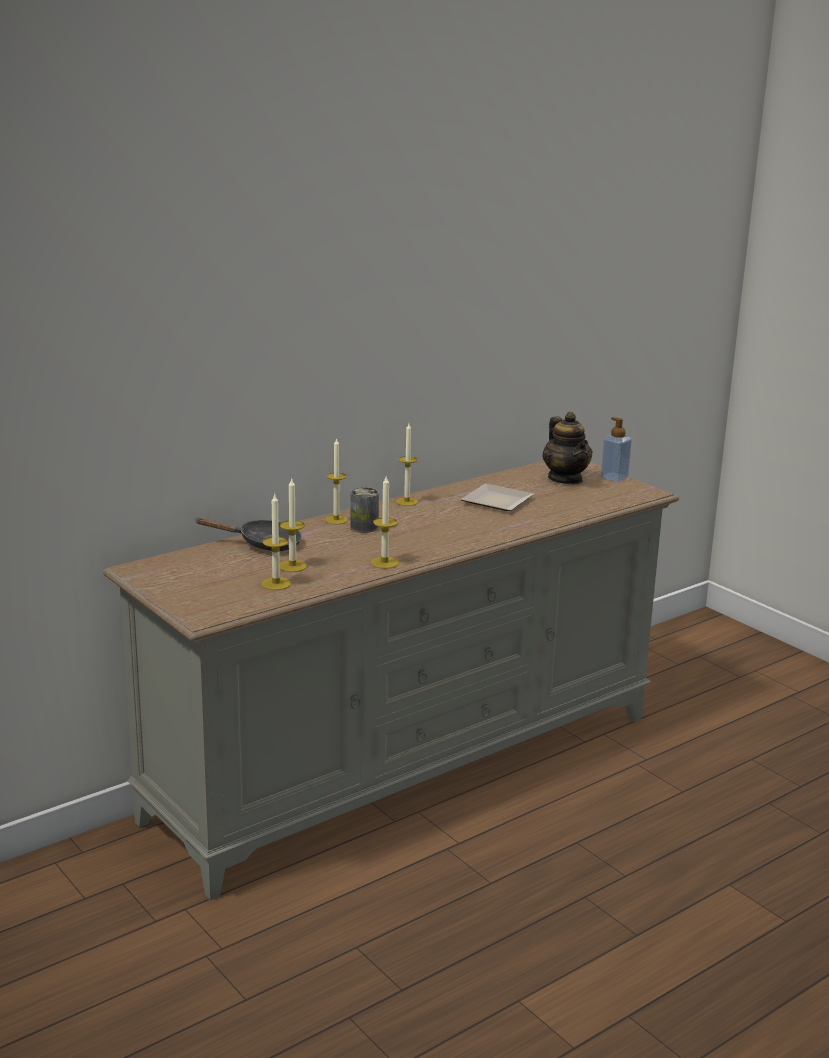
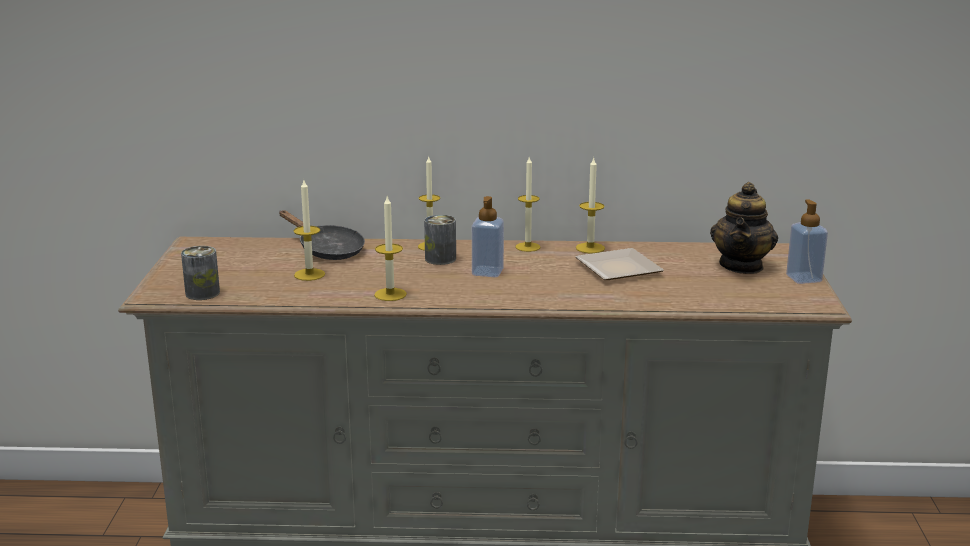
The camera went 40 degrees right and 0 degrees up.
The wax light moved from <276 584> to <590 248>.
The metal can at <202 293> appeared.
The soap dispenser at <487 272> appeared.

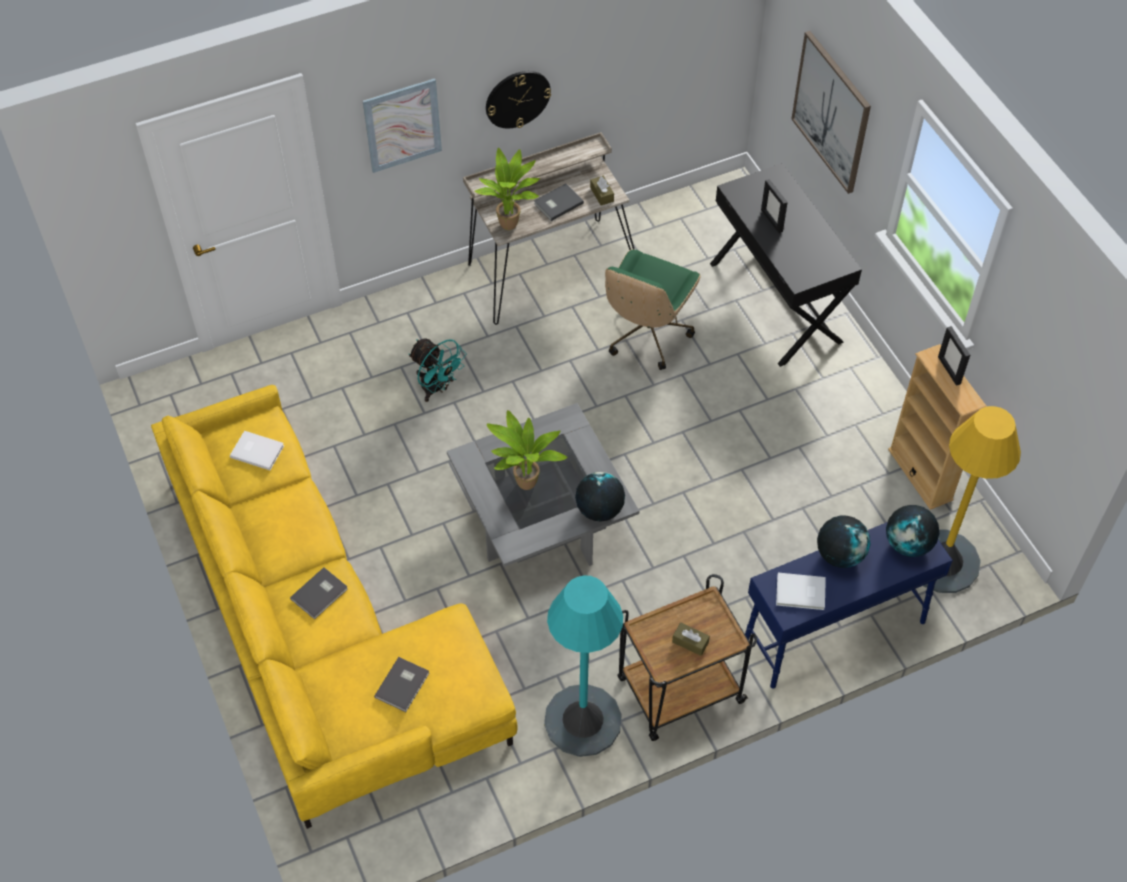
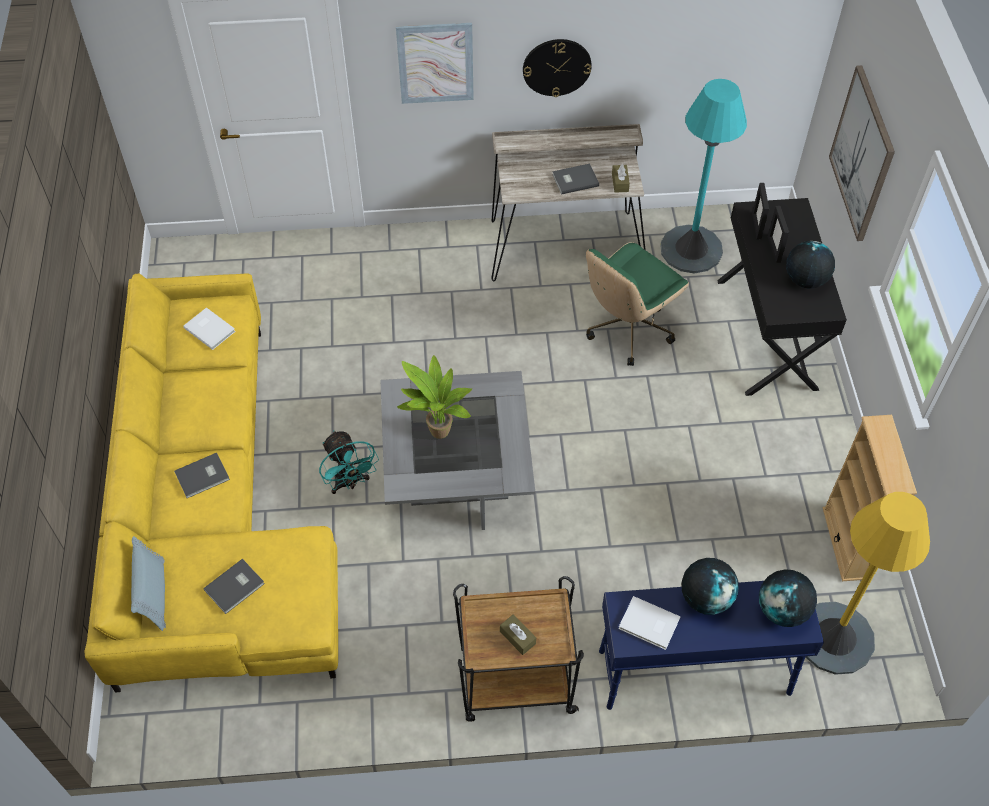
The camera went 20 degrees right and 0 degrees up.
The fan (turquoise) moved from <437 388> to <349 483>.
The houseplant at <511 226> disappeared.
The floor lamp (turquoise) moved from <582 720> to <691 249>.
The globe moved from <599 510> to <805 280>.
The photo frame moved from <950 370> to <757 226>.
The cushion (blue-coloured) at <154 595> appeared.

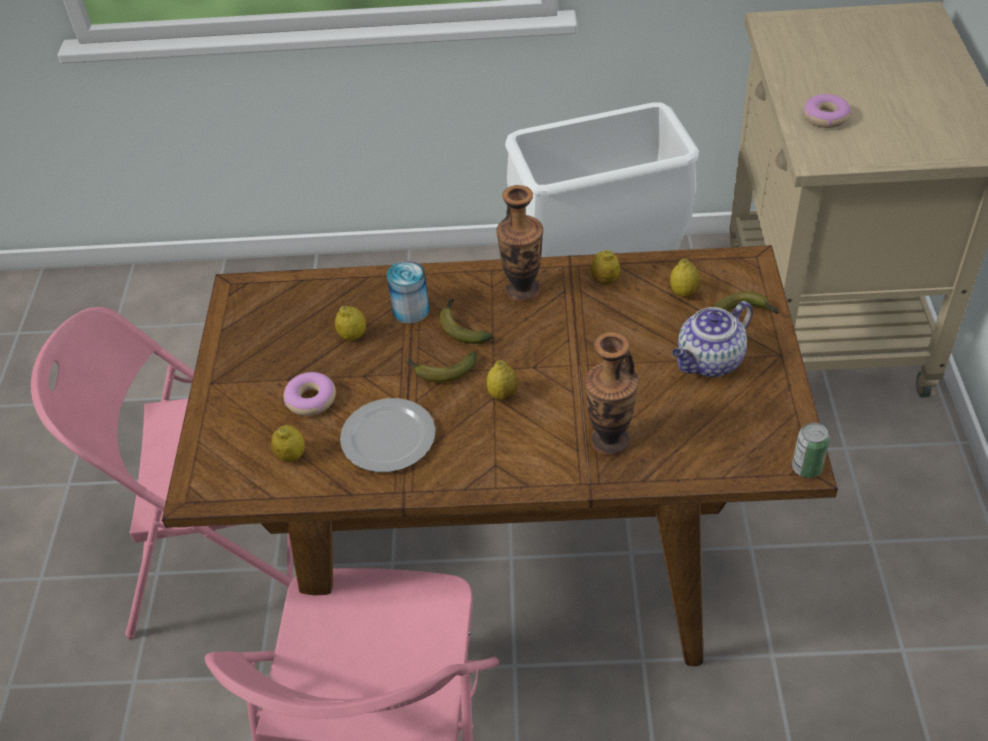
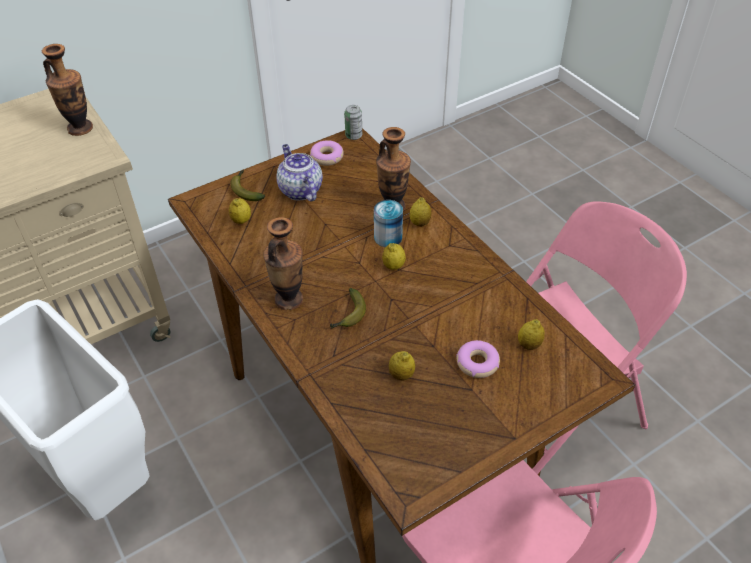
The camera went 125 degrees left and 0 degrees up.
The flat dish at <387 439> disappeared.
The metal can moved from <411 310> to <388 237>.
The banana at <441 371> disappeared.
The citrus fruit moved from <604 280> to <420 223>.
The teapot at <709 362> turned 135 degrees counterclockwise.
The ring doughnut moved from <825 117> to <327 157>.
The decorative vase at <80 128> appeared.

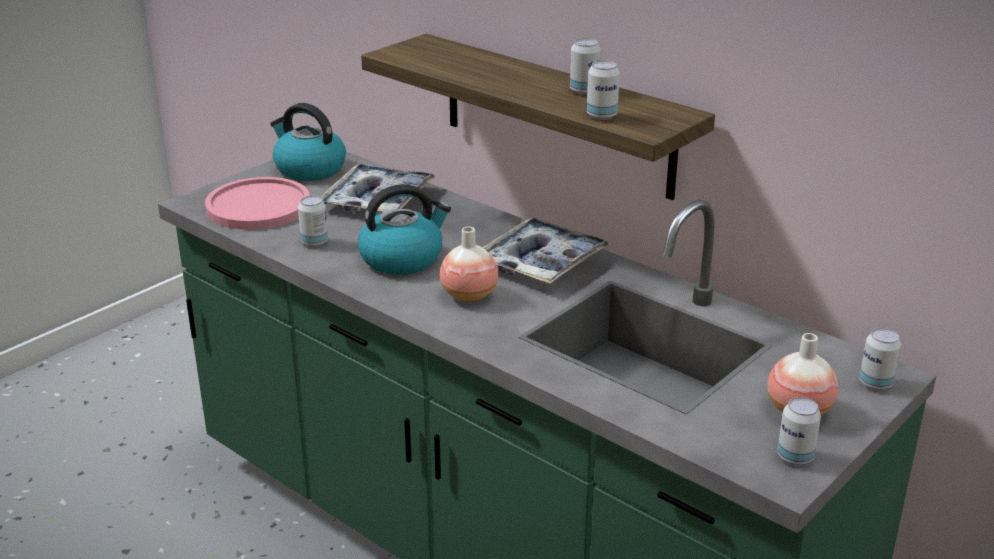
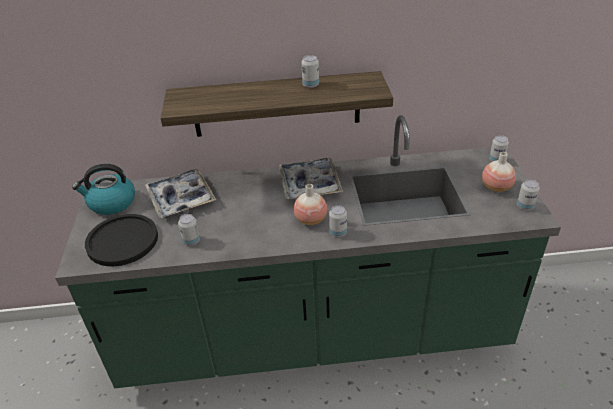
The camera went 45 degrees left and 10 degrees up.
The flat dish (pink) at <258 206> became the flat dish (black) at <122 241>.
The kettle at <402 258> disappeared.
The metal can moved from <601 116> to <338 232>.

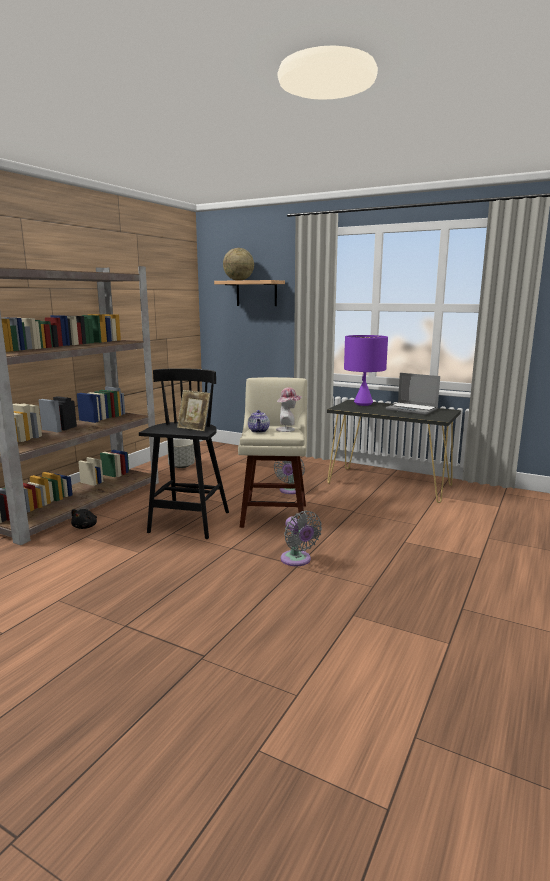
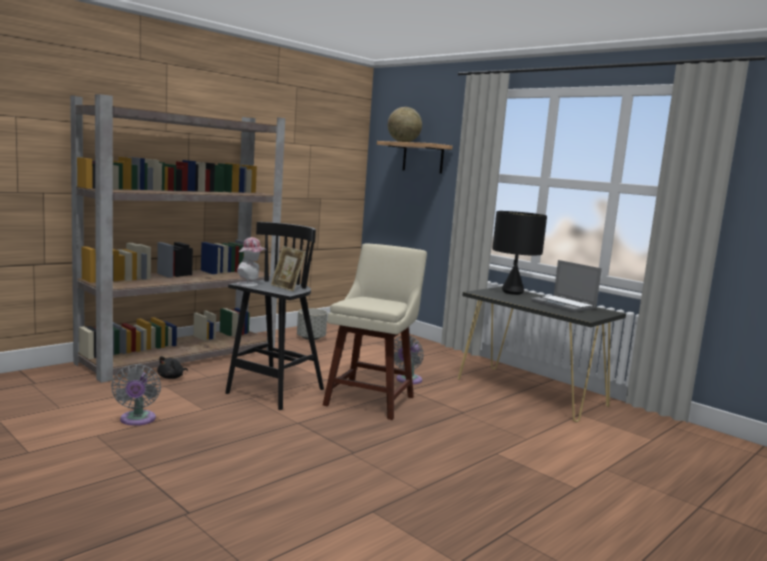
The camera went 15 degrees right and 5 degrees down.
The teapot at <259 431> disappeared.
The wearable hat moved from <288 429> to <250 284>.
The fan (gray) moved from <297 560> to <137 420>.
The lamp for a table (purple-coloured) at <363 404> became the lamp for a table (black) at <512 292>.

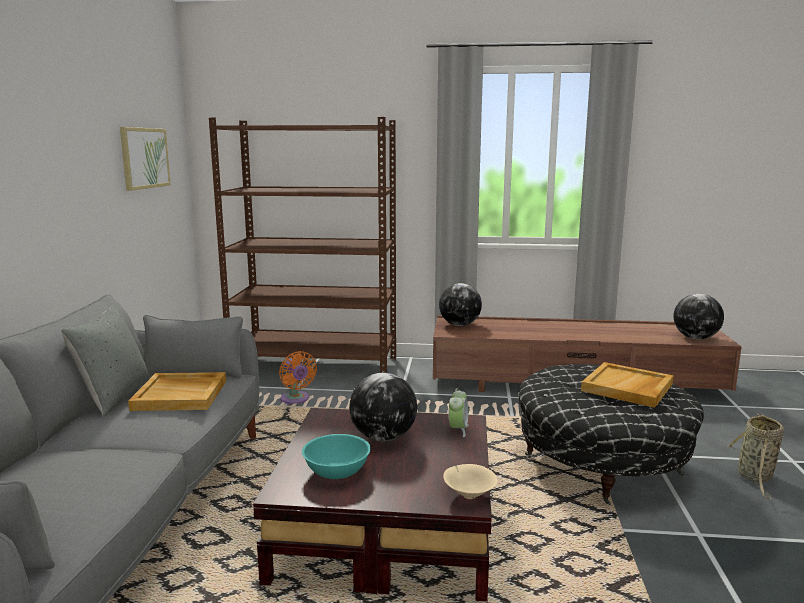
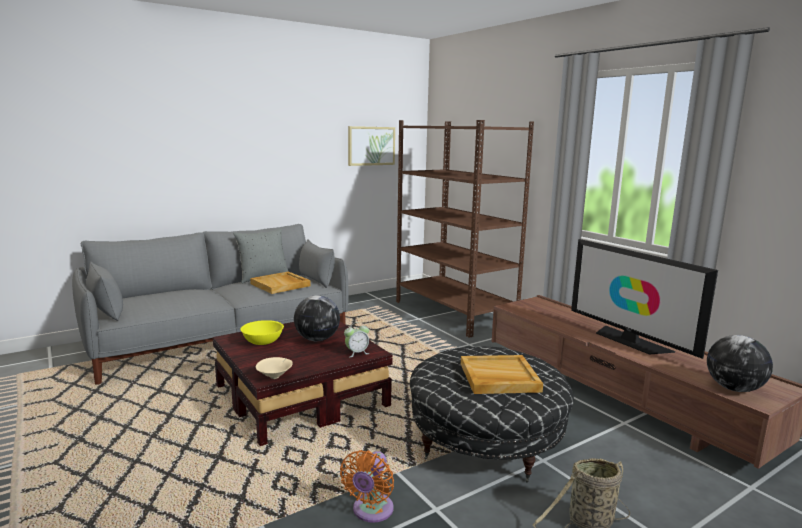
The camera went 50 degrees right and 0 degrees up.
The fan (orange-coloured) moved from <296 399> to <371 511>.
The serving bowl (turquoise) at <336 472> became the serving bowl (yellow-coloured) at <262 342>.
The globe at <459 325> disappeared.
The television at <630 341> appeared.

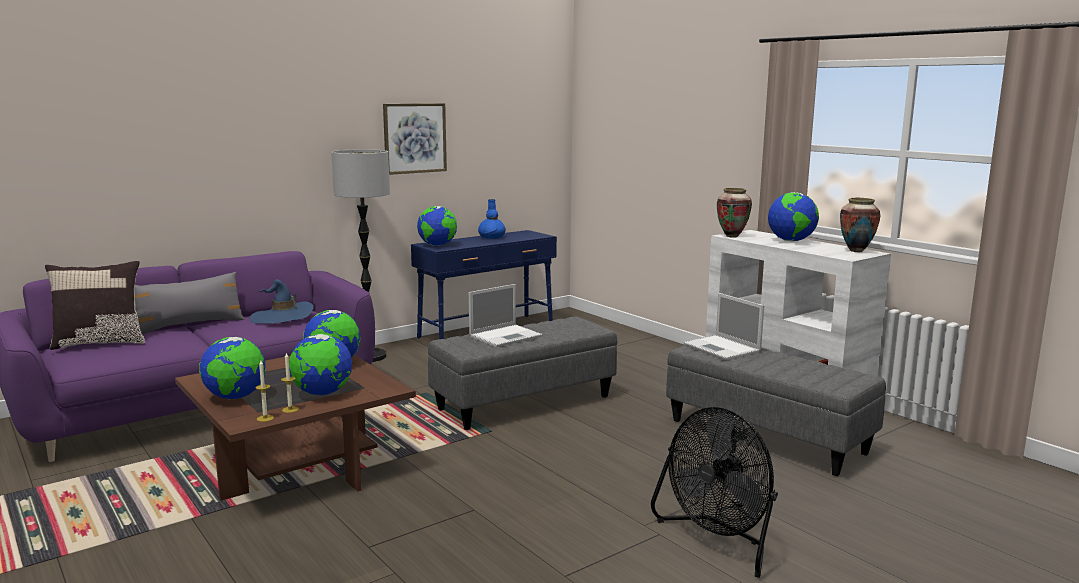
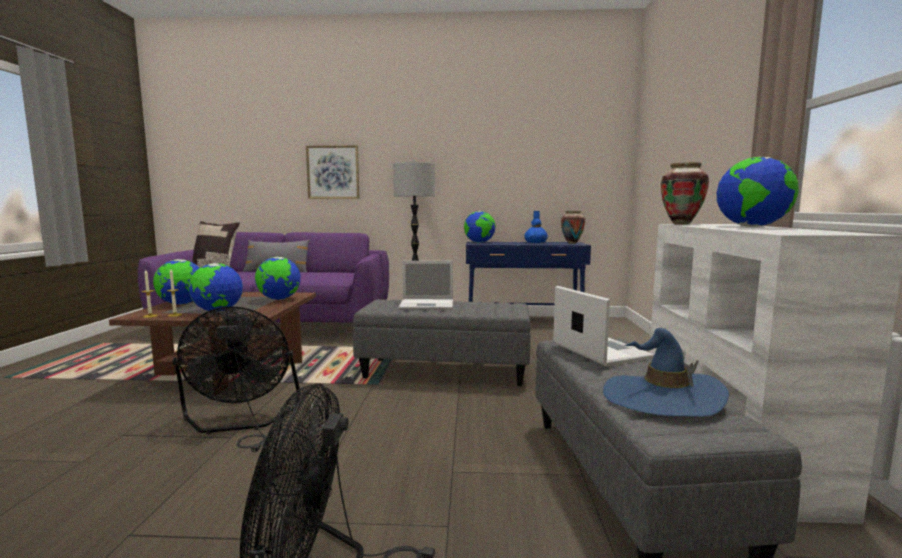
The camera went 40 degrees right and 5 degrees down.
The wearable hat (blue-coloured) moved from <282 317> to <662 398>.
The wall picture moved from <414 138> to <333 172>.
The laptop at <723 348> turned 150 degrees clockwise.
The decorative vase moved from <856 251> to <571 243>.
The fan (black) at <241 423> appeared.

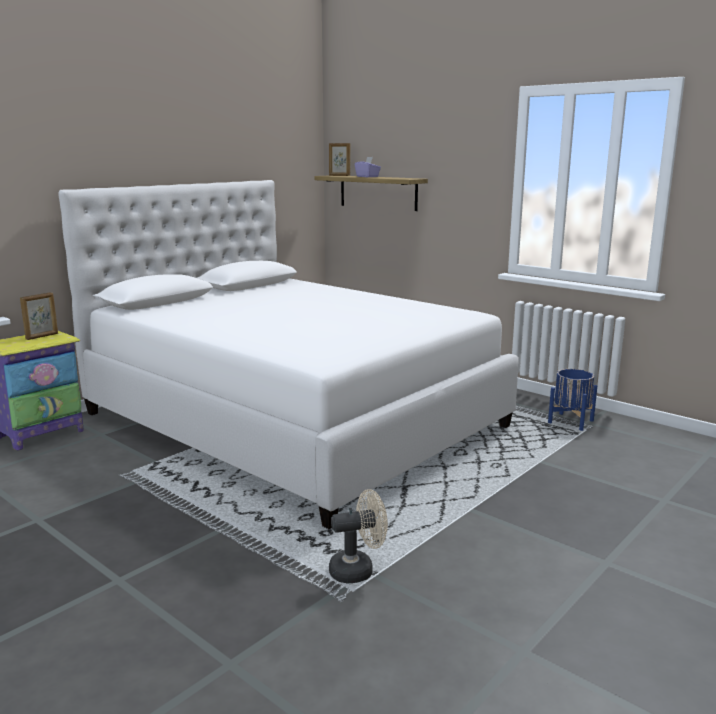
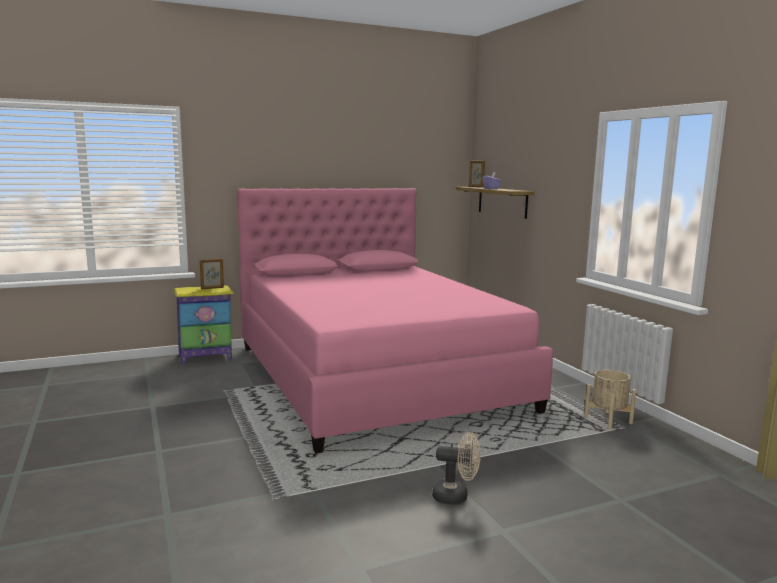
The camera went 25 degrees right and 5 degrees down.
The sleeping bed (white) at <293 419> became the sleeping bed (pink) at <374 376>.
The fan (sand-coloured) moved from <358 570> to <456 496>.
The plant pot (blue-coloured) at <570 422> became the plant pot (sand-coloured) at <607 420>.

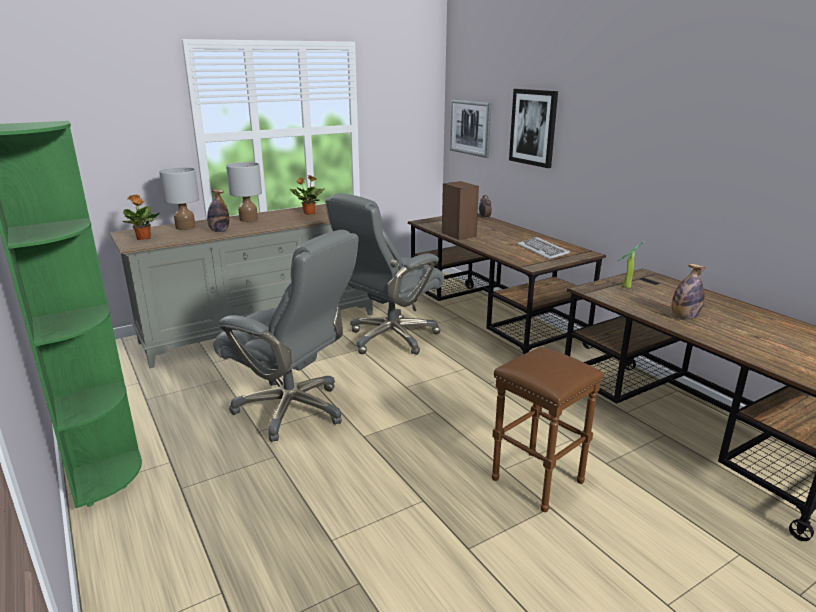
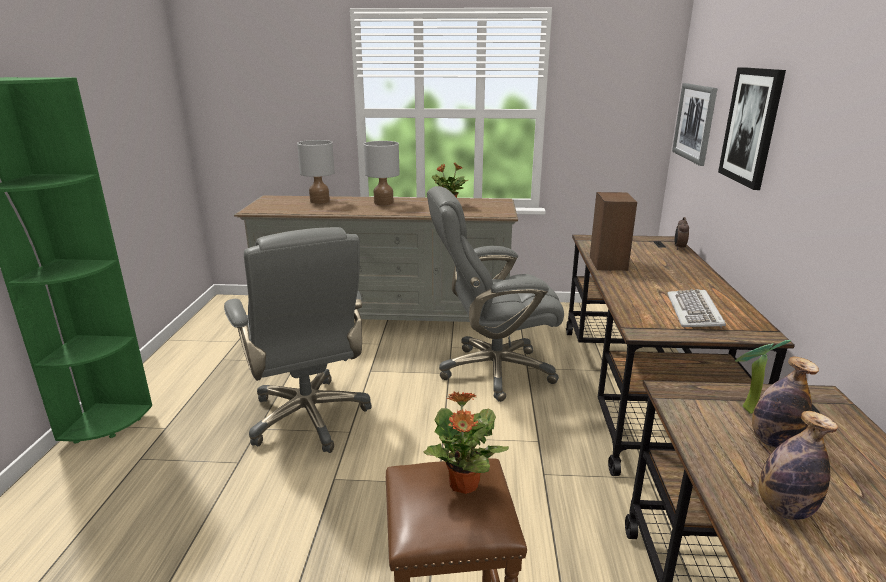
The camera went 35 degrees right and 0 degrees up.
The houseplant moved from <143 238> to <463 485>.
The drink bottle moved from <219 231> to <773 441>.

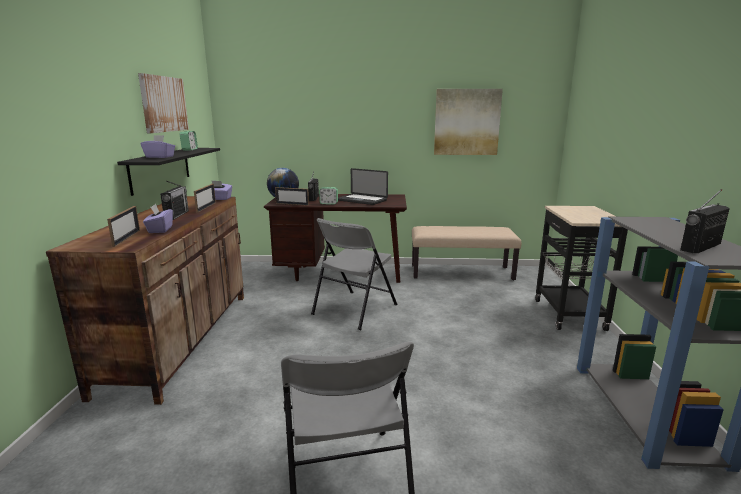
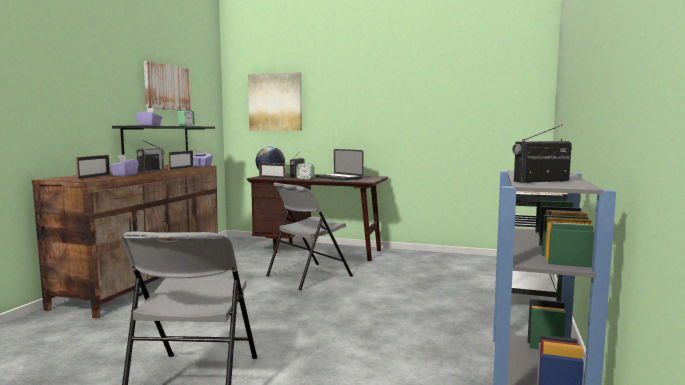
The camera went 15 degrees right and 10 degrees down.
The long seat (sand-coloured) at <461 272> disappeared.
The wall picture moved from <466 122> to <275 102>.

